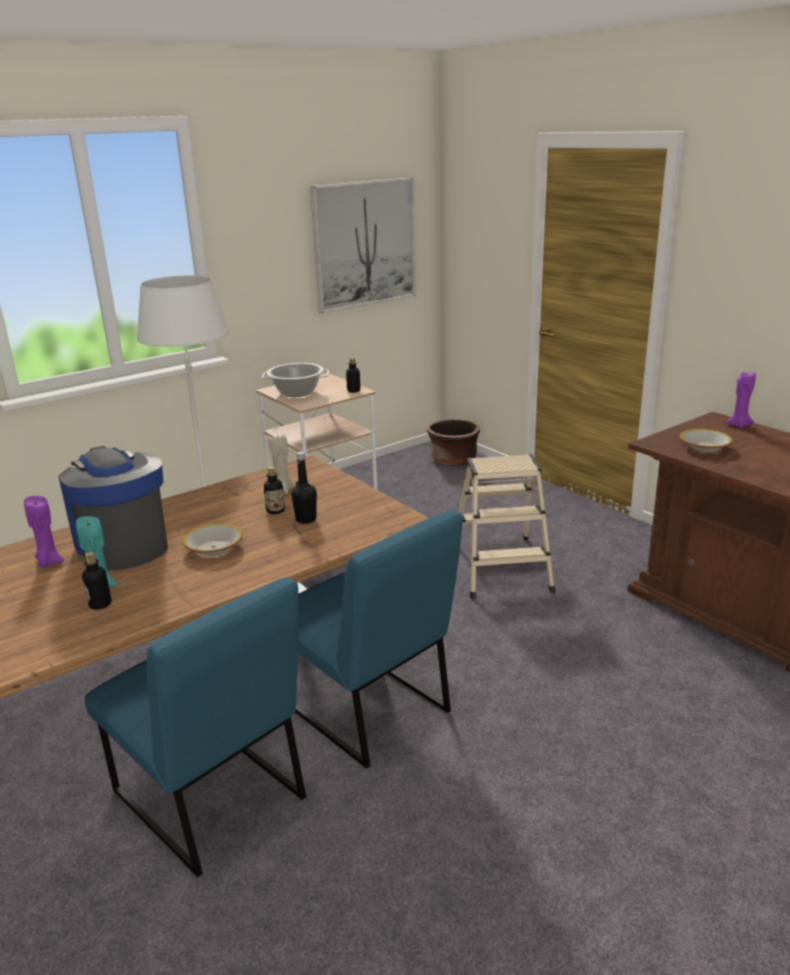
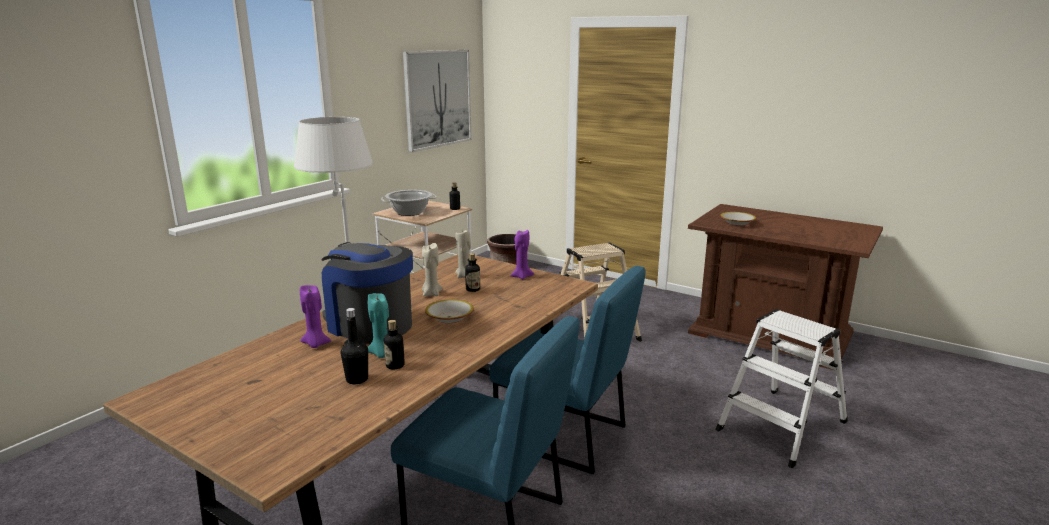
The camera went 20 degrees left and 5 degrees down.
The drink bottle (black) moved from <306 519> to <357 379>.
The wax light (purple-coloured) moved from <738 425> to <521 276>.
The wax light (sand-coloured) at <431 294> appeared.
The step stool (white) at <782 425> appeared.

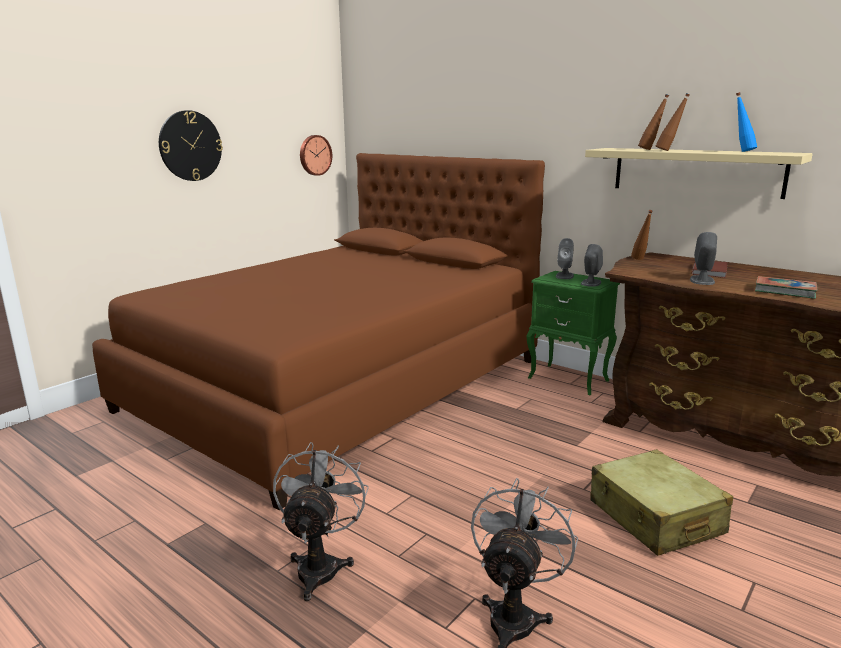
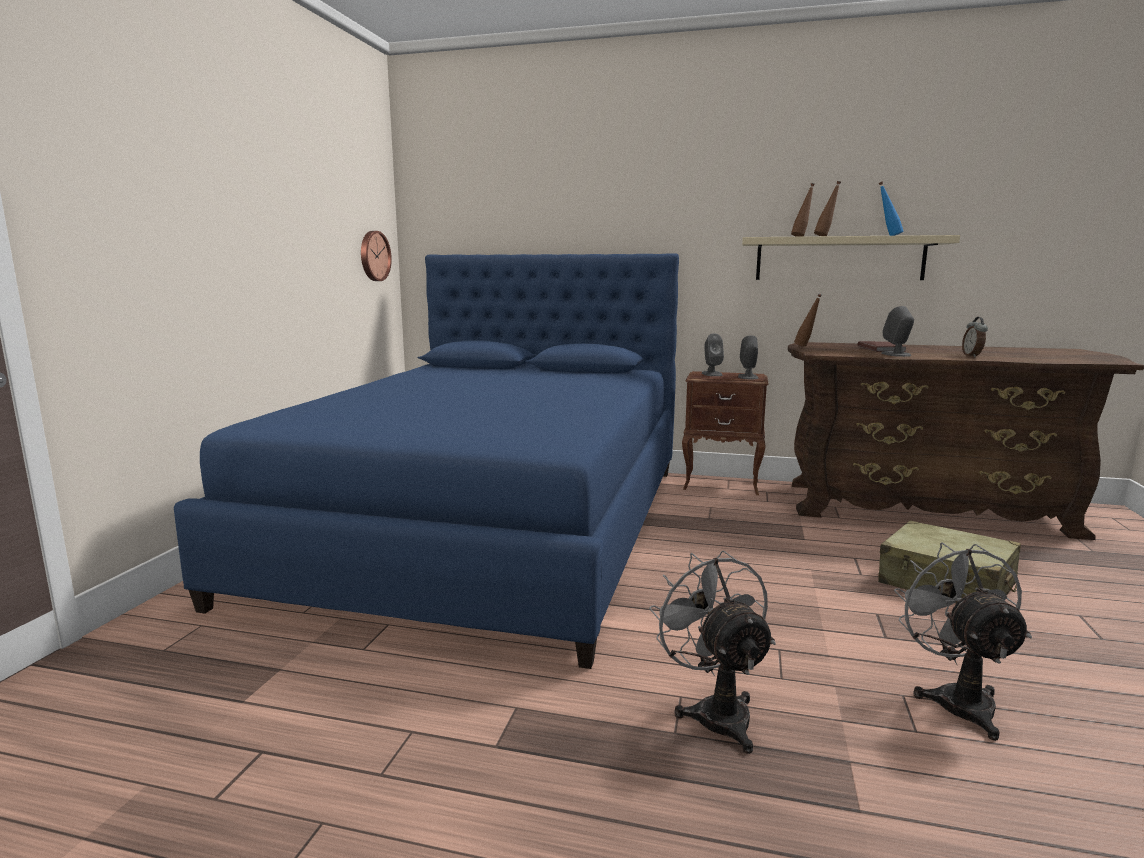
The camera went 25 degrees left and 5 degrees down.
The sleeping bed (brown) at <340 384> became the sleeping bed (blue-coloured) at <491 526>.
The hanging clock at <190 146> disappeared.
The bedside table (greenish) at <568 379> became the bedside table (brown) at <721 485>.
The bound book at <784 291> was replaced by the alarm clock at <972 356>.

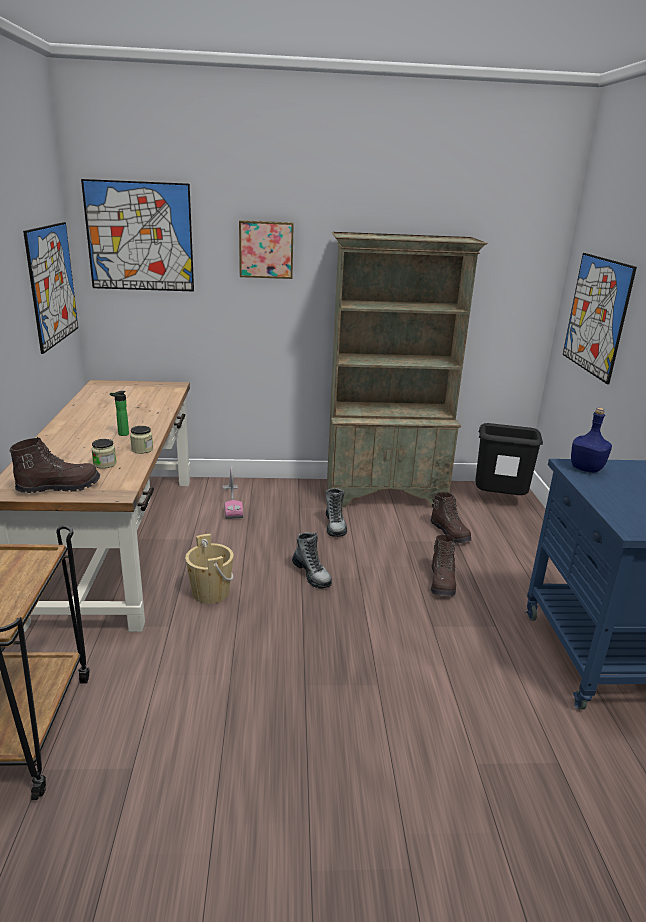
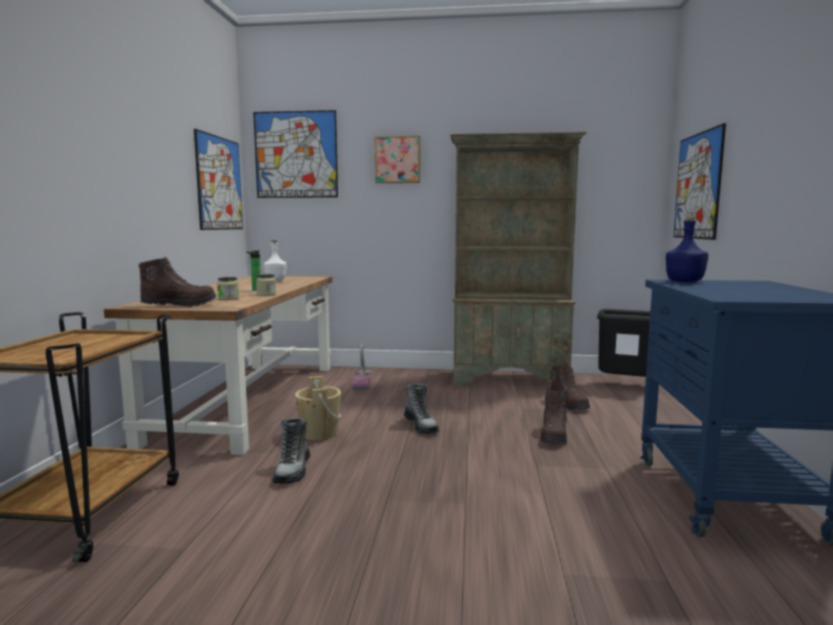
The camera went 10 degrees right and 15 degrees down.
The boot moved from <335 526> to <293 470>.
The drink bottle (white) at <276 280> appeared.

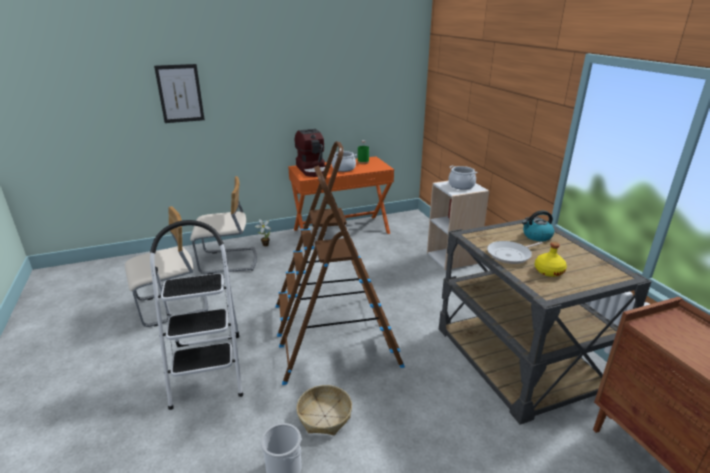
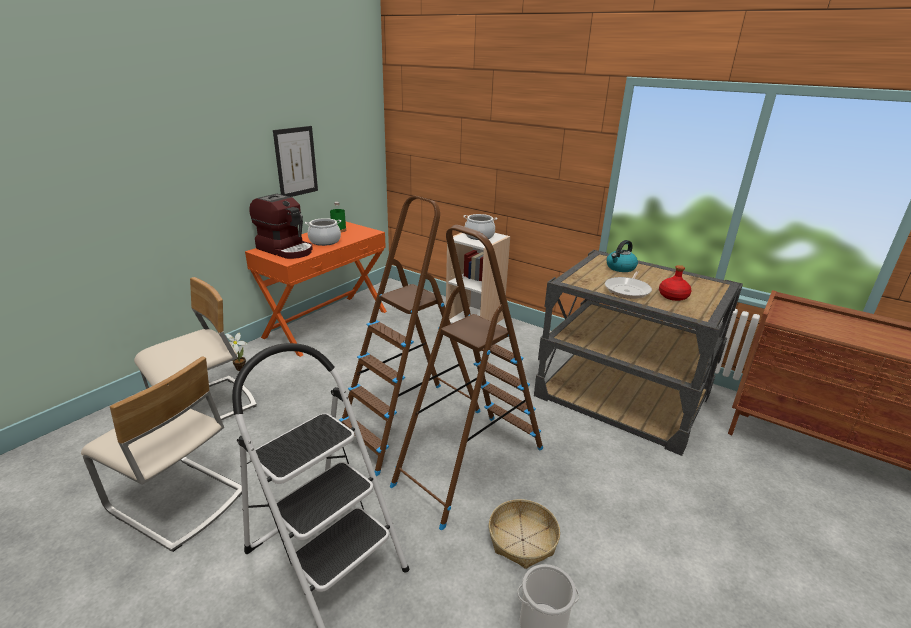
The camera went 35 degrees left and 0 degrees up.
The plain chair (sand-coloured) at <172 306> turned 90 degrees clockwise.
The wall picture moved from <180 93> to <296 162>.
The drink bottle (yellow-coloured) at <548 271> became the drink bottle (red-coloured) at <672 296>.

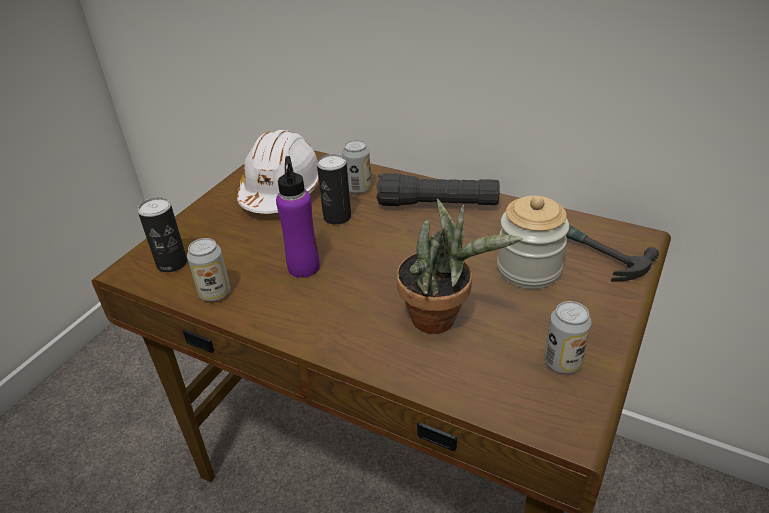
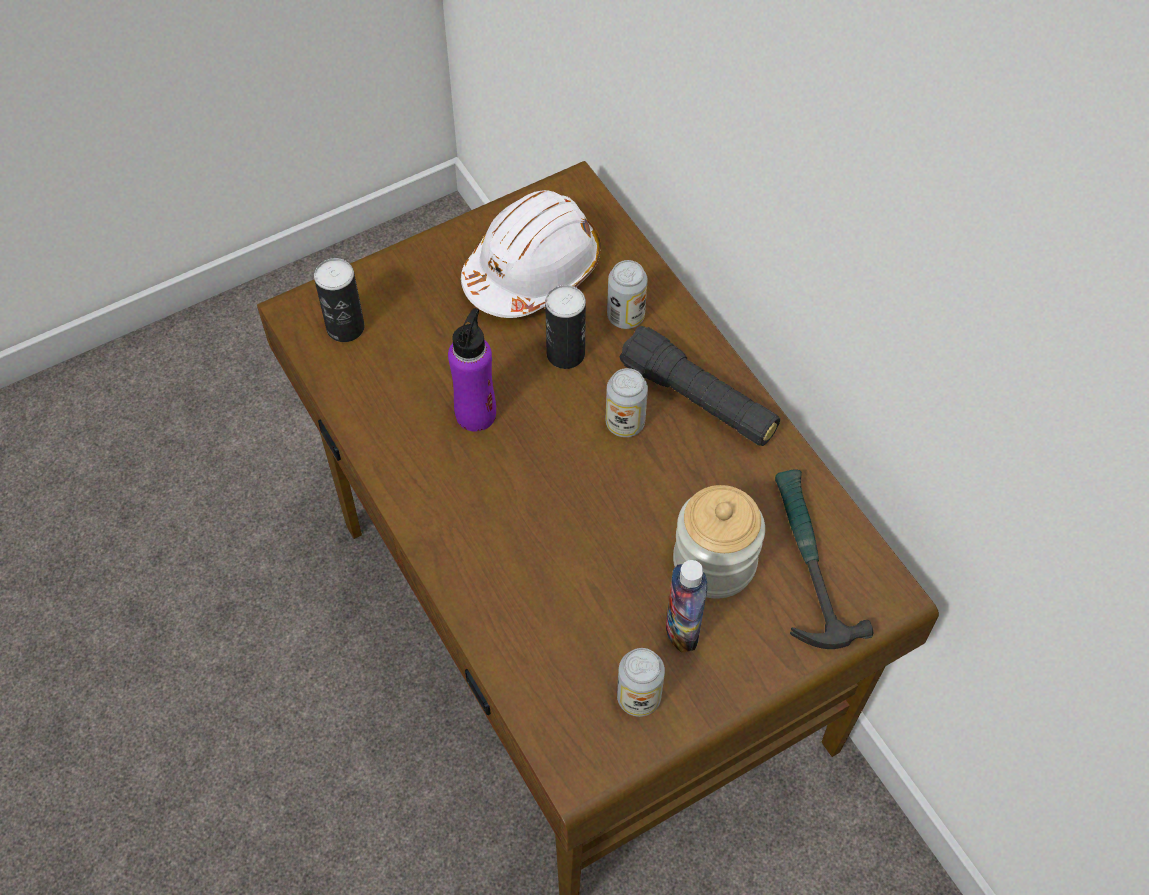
The camera went 30 degrees right and 20 degrees up.
The metal can moved from <215 293> to <625 423>.
The houseplant at <441 319> disappeared.
The drink bottle at <682 630> appeared.

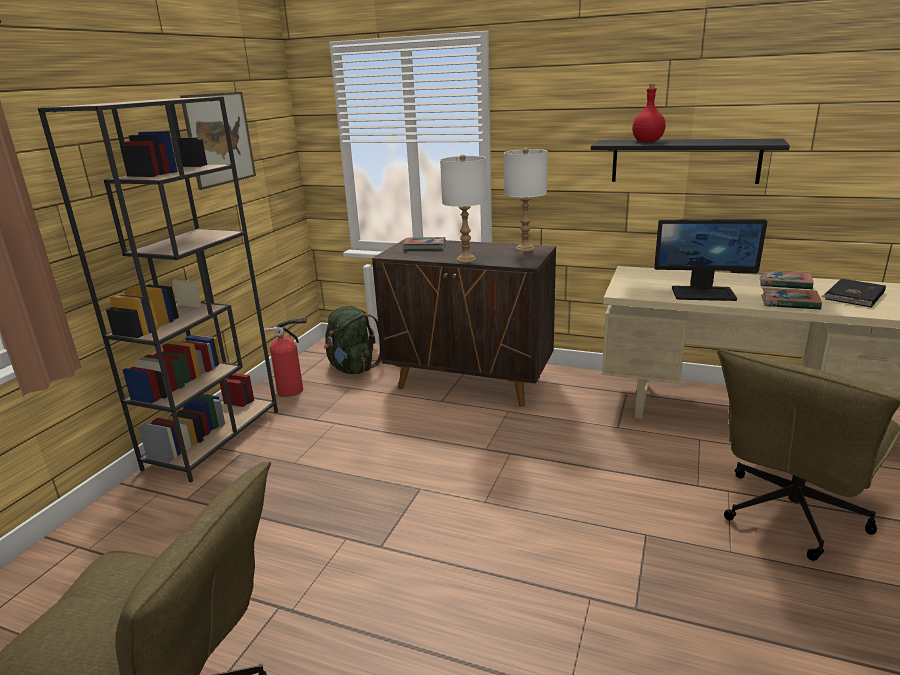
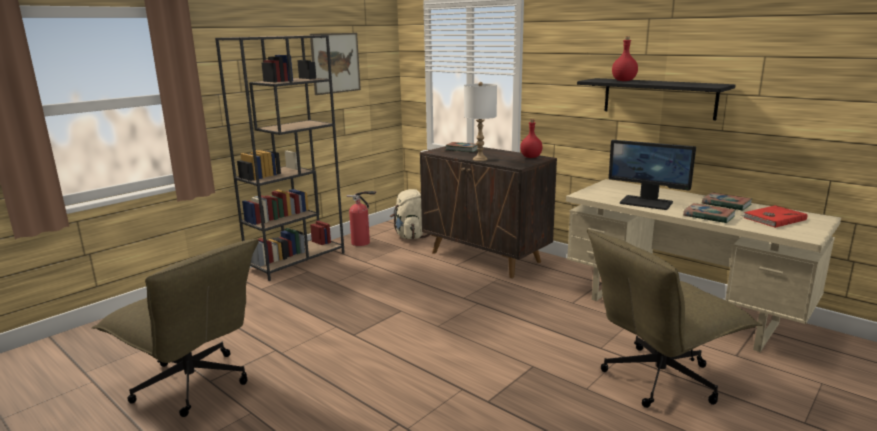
The camera went 20 degrees right and 5 degrees down.
The rucksack (greenish) at <353 368> became the rucksack (sand-coloured) at <411 236>.
The lamp for a table (white) at <525 249> was replaced by the drink bottle (red-coloured) at <531 157>.
The bound book (black) at <853 295> became the bound book (red-coloured) at <773 218>.

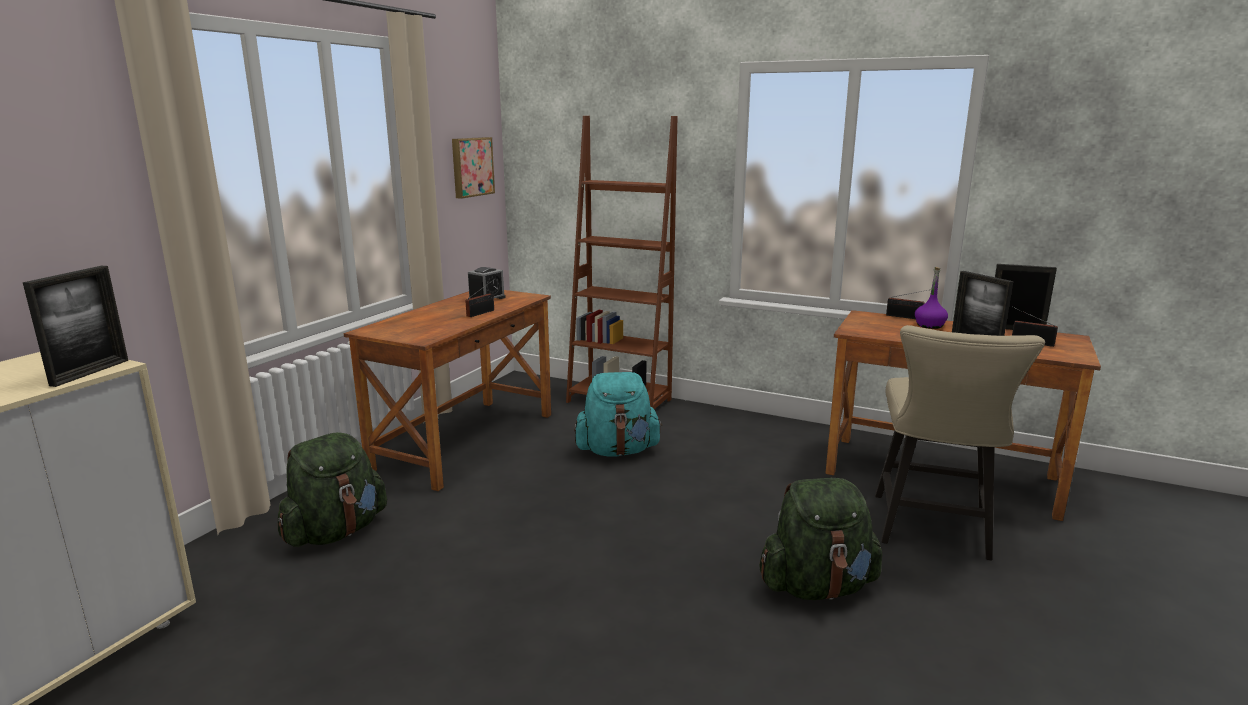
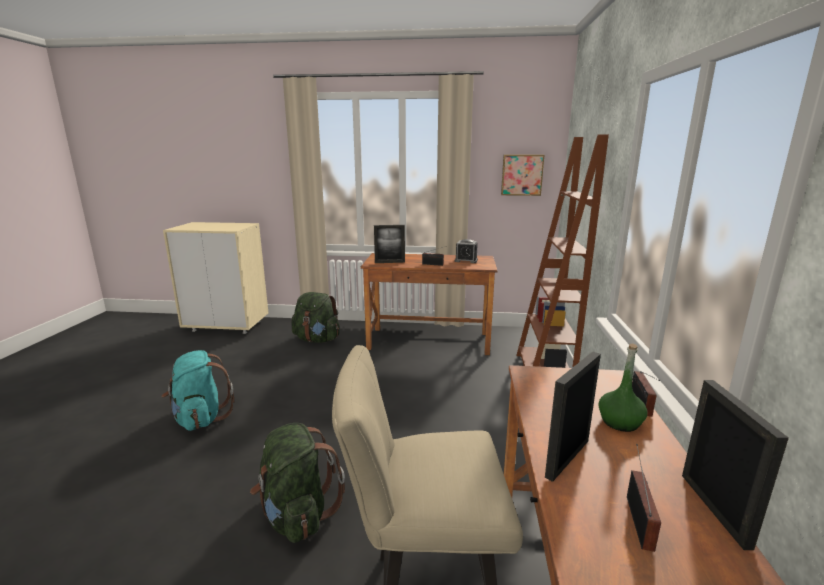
The camera went 70 degrees right and 0 degrees up.
The photo frame moved from <90 372> to <389 262>.
The rucksack (turquoise) moved from <617 451> to <200 418>.
The drink bottle (purple-coloured) at <929 325> became the drink bottle (greenish) at <620 422>.

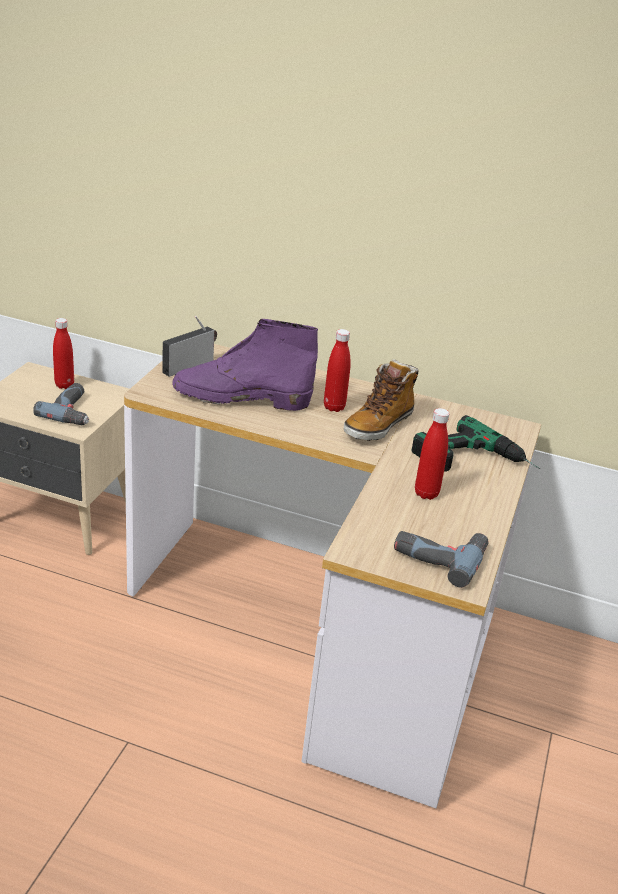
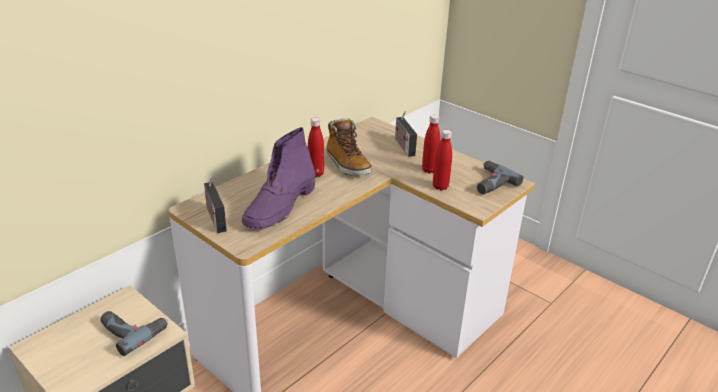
The camera went 65 degrees left and 0 degrees up.
The drink bottle (red-coloured) moved from <64 385> to <440 187>.
The power drill at <476 462> was replaced by the radio set at <403 146>.

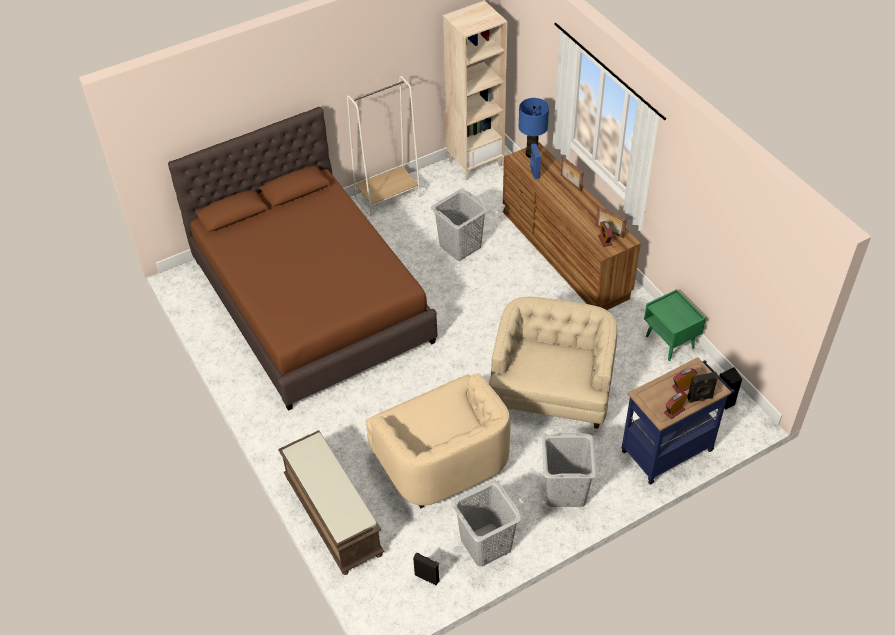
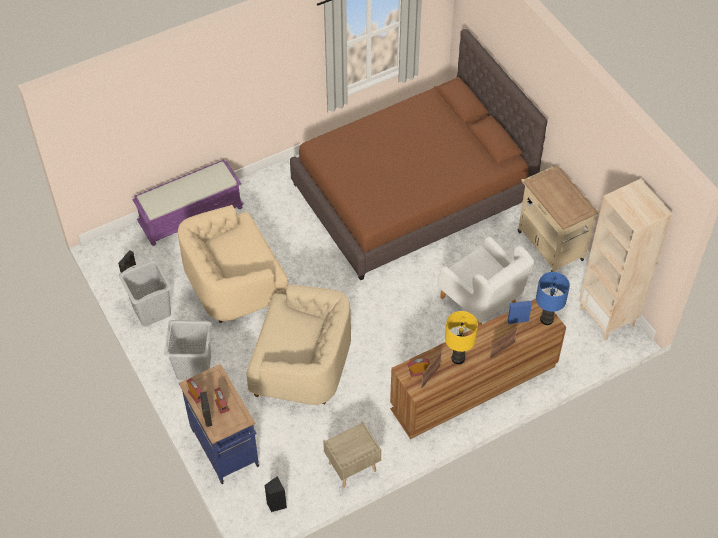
The camera went 90 degrees right and 5 degrees up.
The long seat (brown) at <332 516> became the long seat (purple-coloured) at <191 215>.
The garment stand at <387 197> was replaced by the trolley (sand-coloured) at <549 244>.
The hamper (gray) at <460 246> was replaced by the armchair (white) at <482 302>.
The bedside table (greenish) at <670 342> became the bedside table (sand-coloured) at <352 468>.
The lamp for a table (yellow-coloured) at <458 358> appeared.

